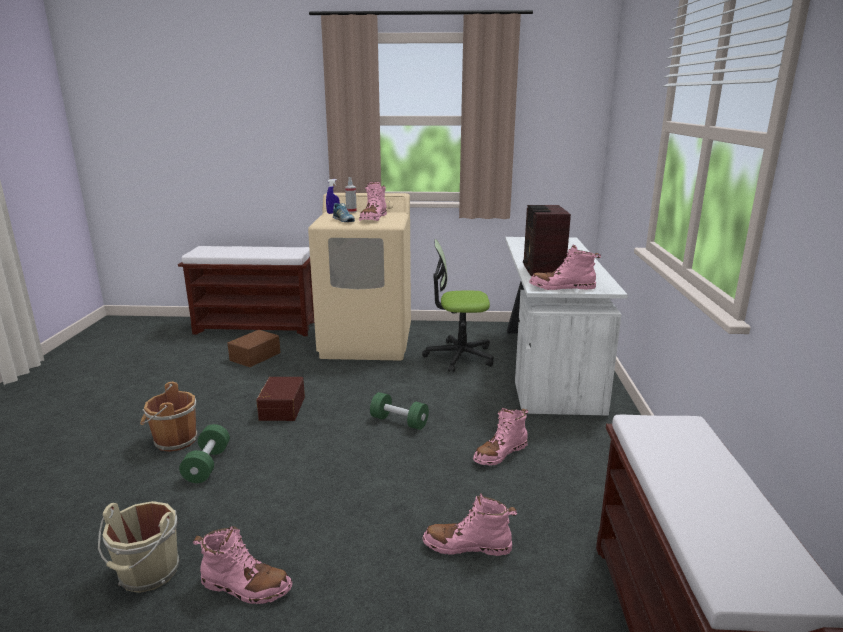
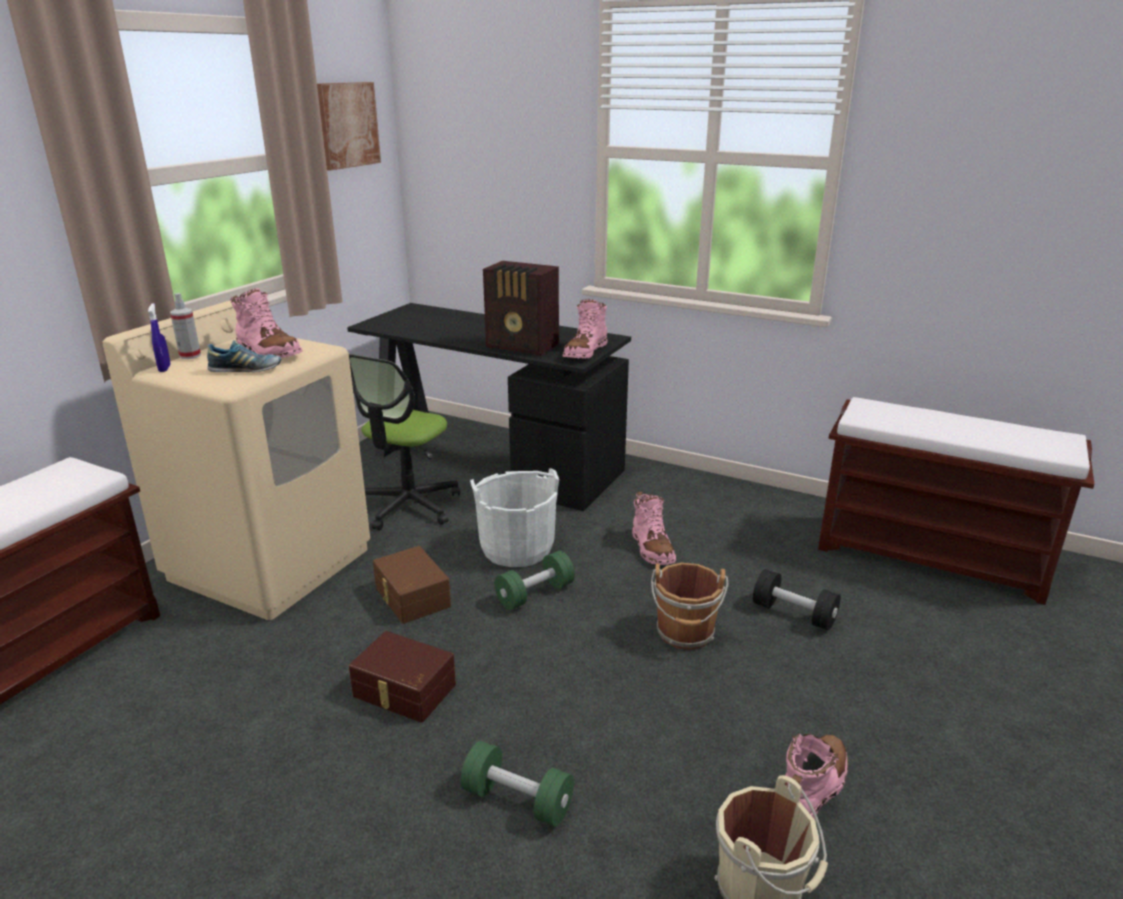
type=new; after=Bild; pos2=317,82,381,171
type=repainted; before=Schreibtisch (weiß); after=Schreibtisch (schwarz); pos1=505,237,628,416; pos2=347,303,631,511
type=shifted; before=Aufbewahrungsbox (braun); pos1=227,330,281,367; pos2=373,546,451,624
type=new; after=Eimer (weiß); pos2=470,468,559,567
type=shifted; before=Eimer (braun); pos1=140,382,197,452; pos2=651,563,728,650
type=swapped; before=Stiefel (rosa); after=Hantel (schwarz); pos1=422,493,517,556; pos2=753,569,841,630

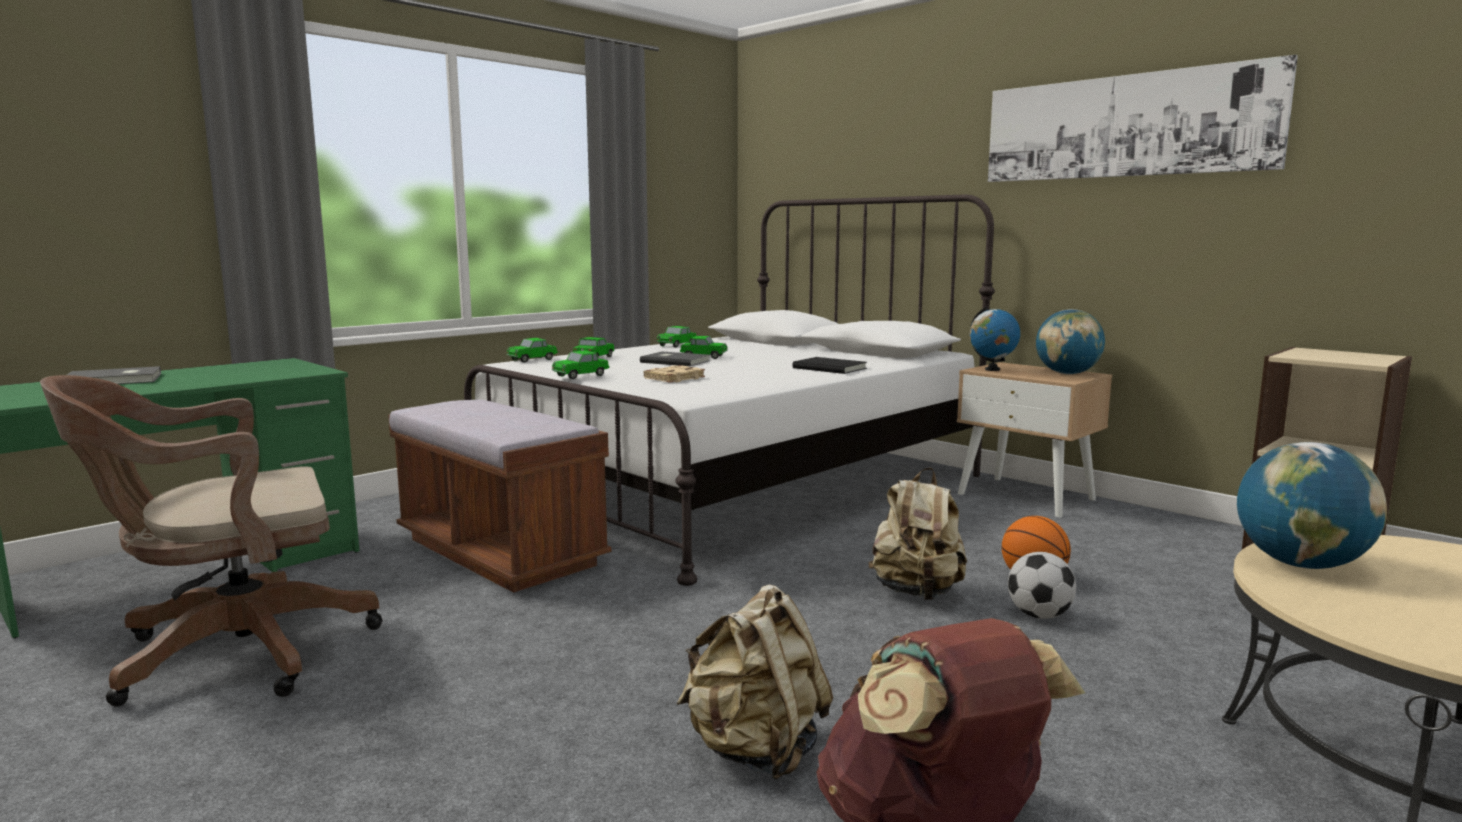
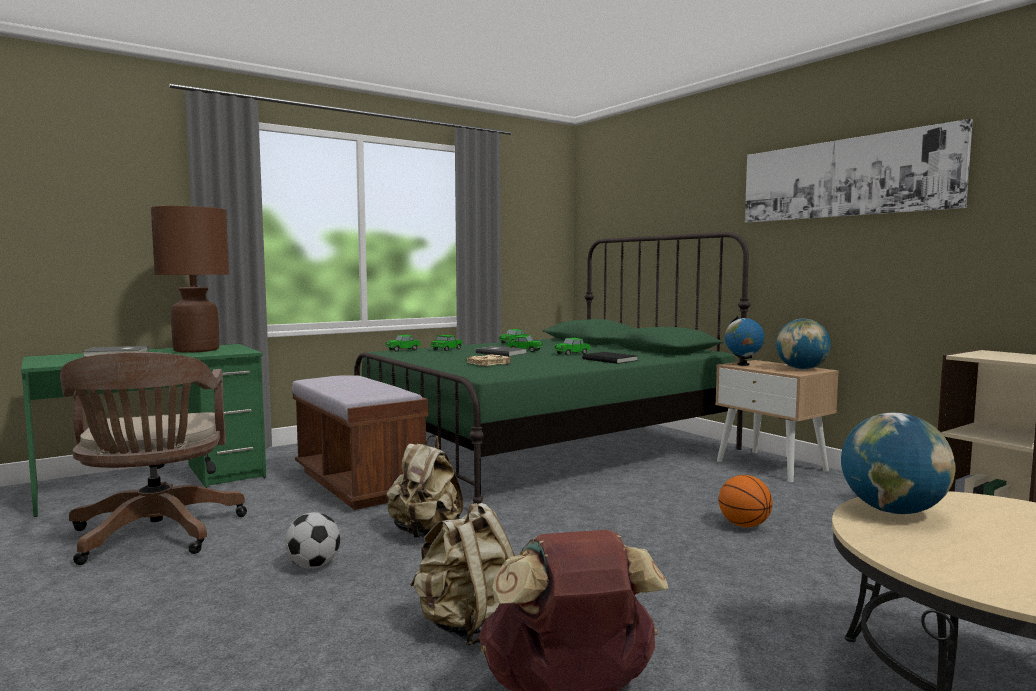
type=rotated; before=Bürostuhl (braun); pos1=40,375,382,706; pos2=60,352,247,565; turn=-90
type=new; after=Tischlampe (braun); pos2=151,206,229,353
type=shifted; before=Fußball; pos1=1008,552,1076,619; pos2=285,512,340,569
type=repainted; before=Bett (weiß); after=Bett (grün); pos1=464,194,995,586; pos2=355,232,750,504
type=shifted; before=Rucksack (beige); pos1=868,468,967,600; pos2=386,435,463,538
type=shifted; before=Spielzeugauto; pos1=552,351,609,379; pos2=554,338,591,355

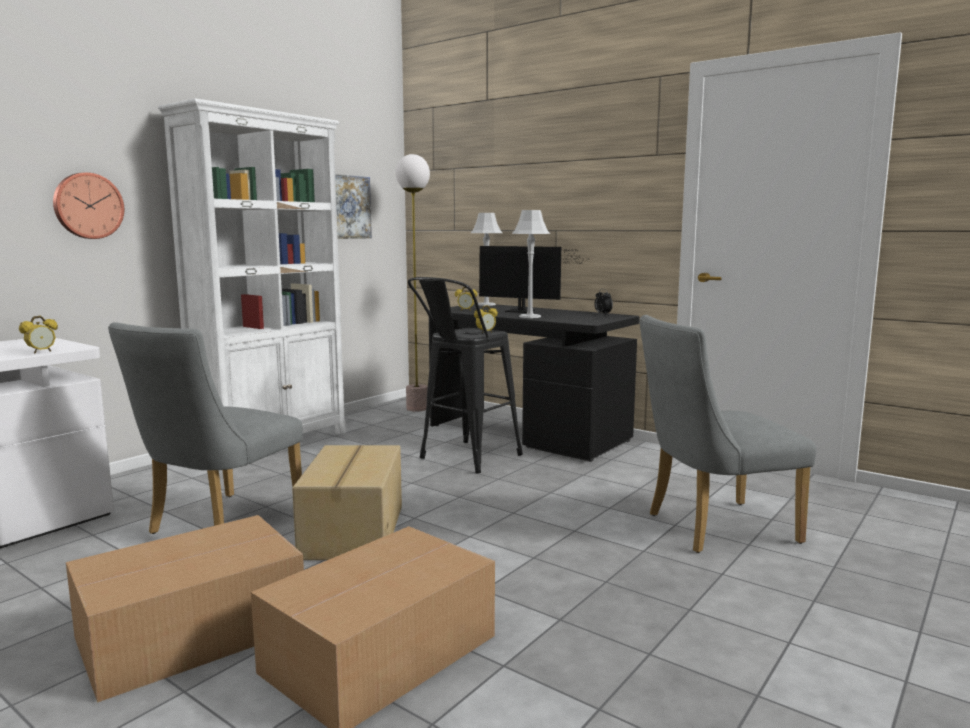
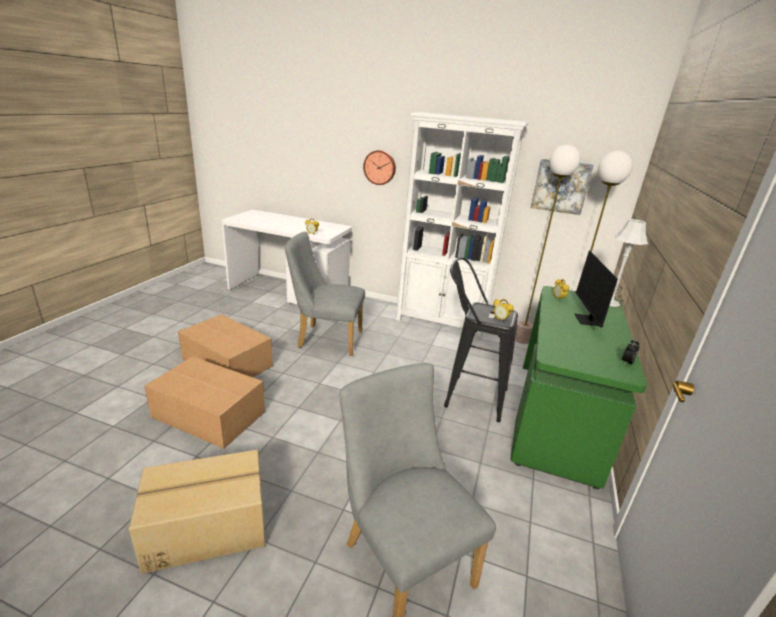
type=shifted; before=Karton; pos1=292,445,402,560; pos2=129,450,265,574
type=repainted; before=Schreibtisch (schwarz); after=Schreibtisch (grün); pos1=429,304,640,462; pos2=510,286,647,489
type=new; after=Stehlampe; pos2=515,145,580,344
type=gone; before=Tischlampe (grau); pos1=512,210,550,318

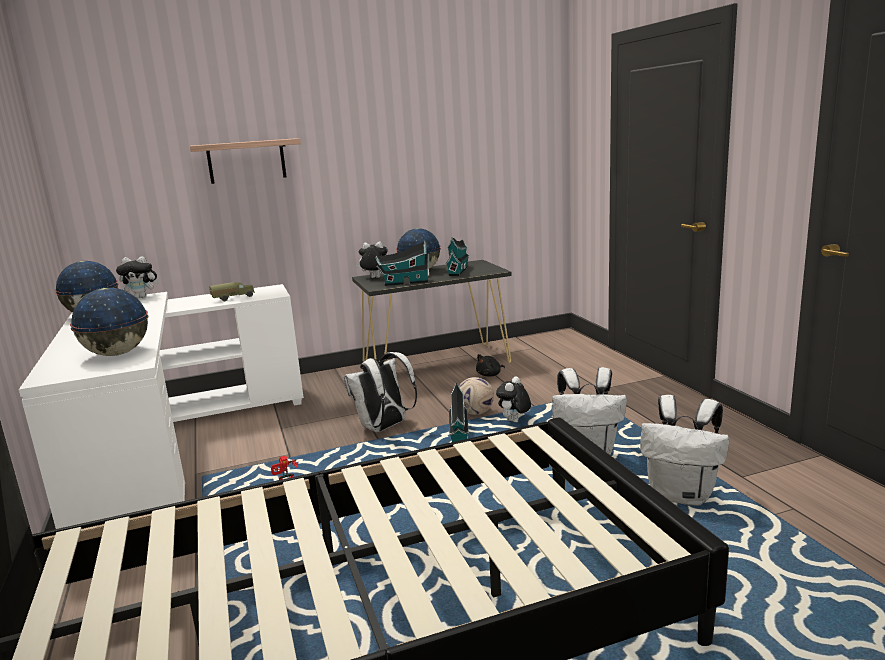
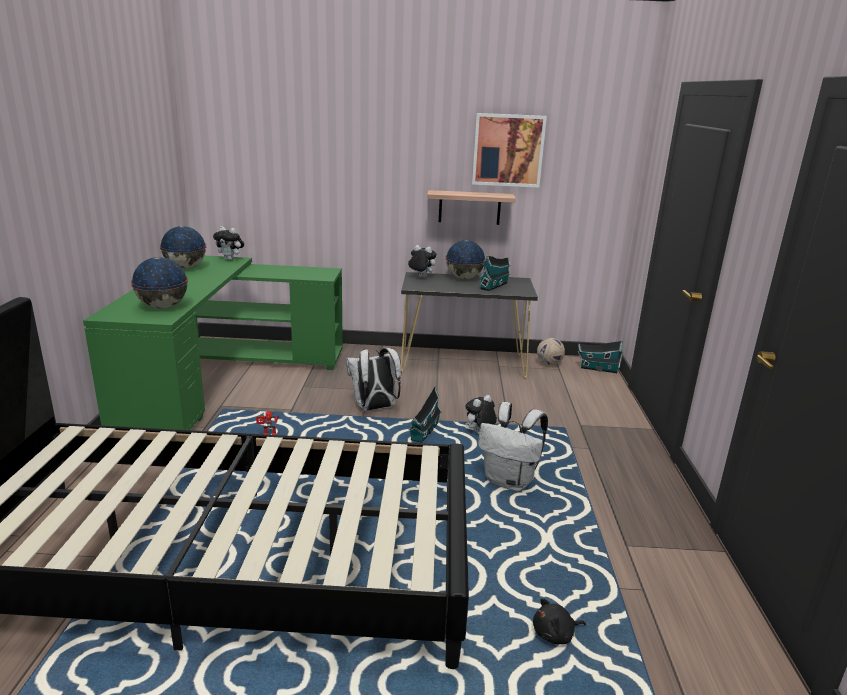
type=repainted; before=Schreibtisch (weiß); after=Schreibtisch (grün); pos1=19,284,304,529; pos2=83,256,343,430
type=shifted; before=Wandregal; pos1=190,138,301,184; pos2=427,190,516,225
type=new; after=Bild; pos2=472,113,547,188
type=shifted; before=Plüschtier (schwarz); pos1=476,354,505,377; pos2=533,598,586,644
type=shifted; before=Fußball; pos1=459,377,494,415; pos2=537,338,565,365
type=shifted; before=Spielzeughaus; pos1=375,241,429,286; pos2=578,341,624,373
type=gone; before=Spielzeuglaster; pos1=209,282,255,301
type=gone; before=Rucksack (weiß); pos1=640,395,729,506

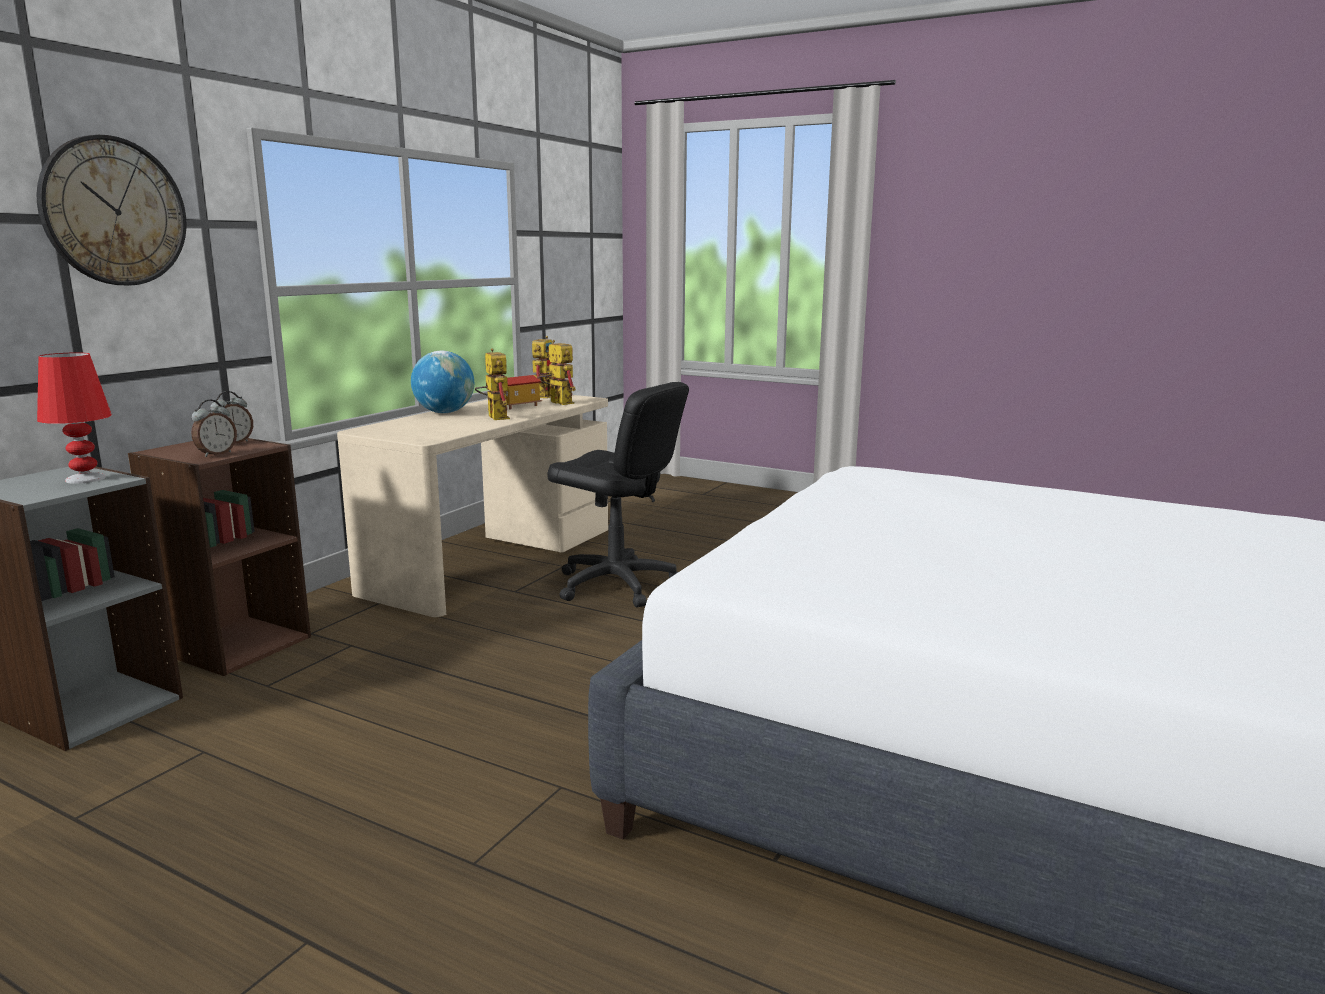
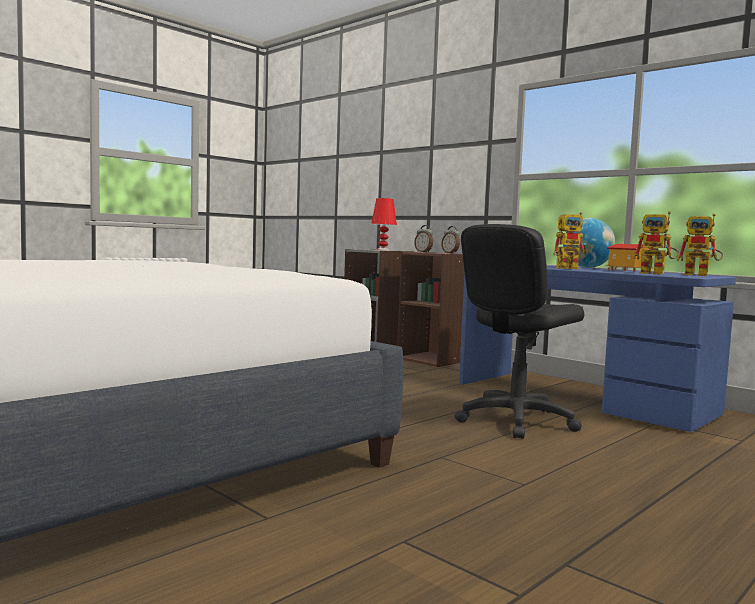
type=repainted; before=Schreibtisch (beige); after=Schreibtisch (blau); pos1=337,395,608,617; pos2=459,266,736,432
type=rotated; before=Spielzeugroboter; pos1=538,340,576,405; pos2=633,211,680,275; turn=60
type=gone; before=Wanduhr; pos1=36,135,186,286

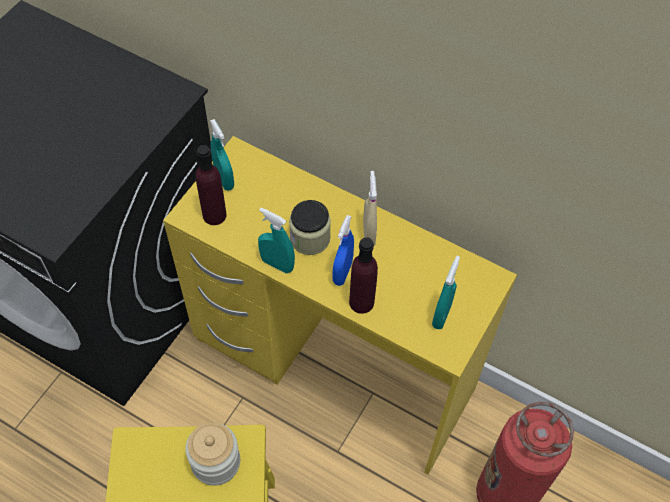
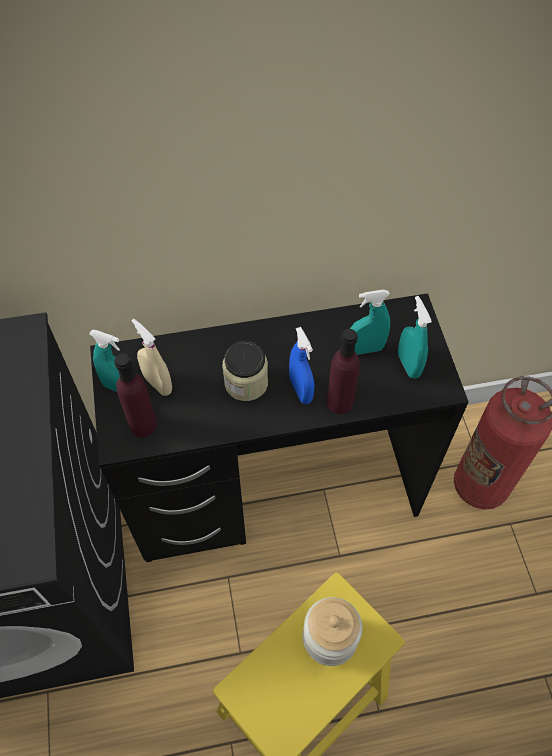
type=repainted; before=Schreibtisch (gelb); after=Schreibtisch (schwarz); pos1=163,136,517,475; pos2=90,293,468,562
type=shifted; before=Sprühflasche (beige); pos1=363,171,377,246; pos2=132,319,172,396
type=shifted; before=Sprühflasche (türkis); pos1=258,208,295,273; pos2=350,290,390,355

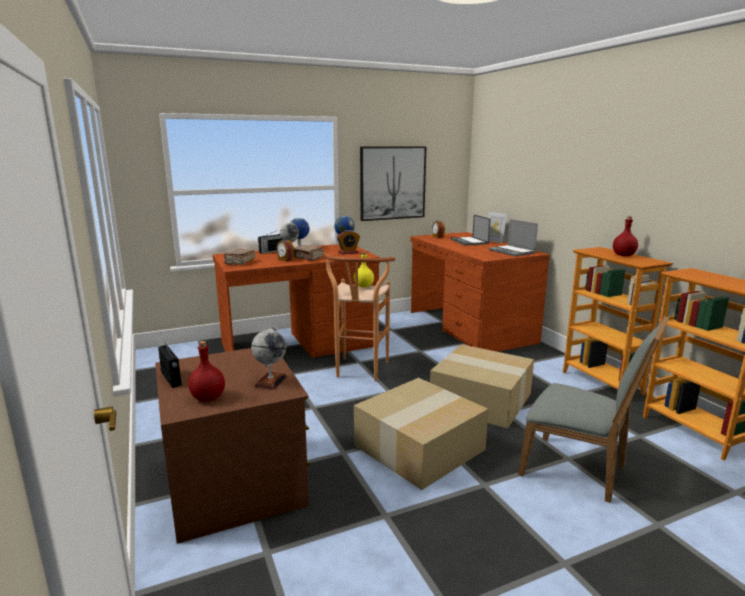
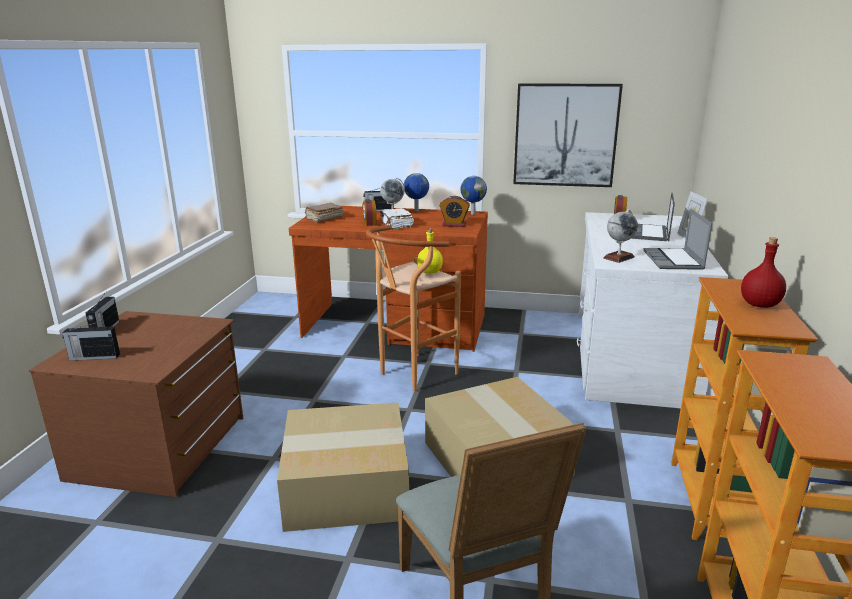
type=swapped; before=Flasche (rot); after=Radio; pos1=188,341,225,402; pos2=62,321,120,361
type=repainted; before=Buch (braun); after=Buch (weiß); pos1=294,245,324,261; pos2=380,208,414,229
type=repainted; before=Schreibtisch (braun); after=Schreibtisch (weiß); pos1=410,232,550,352; pos2=577,212,728,409
type=shifted; before=Globus; pos1=251,327,288,390; pos2=604,209,638,263

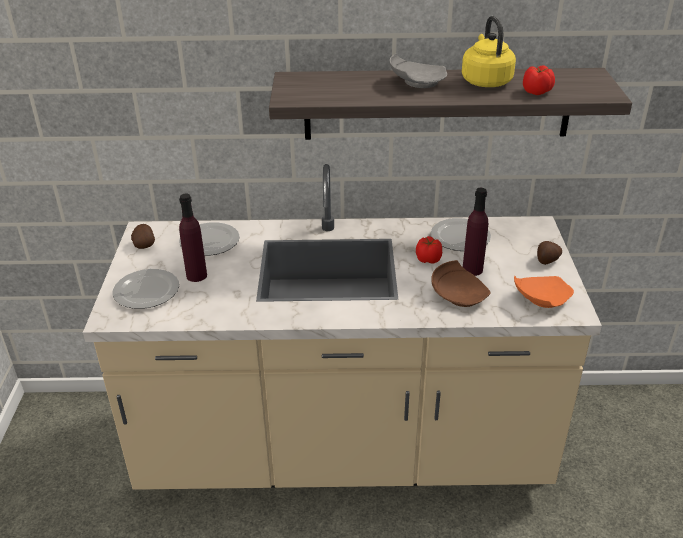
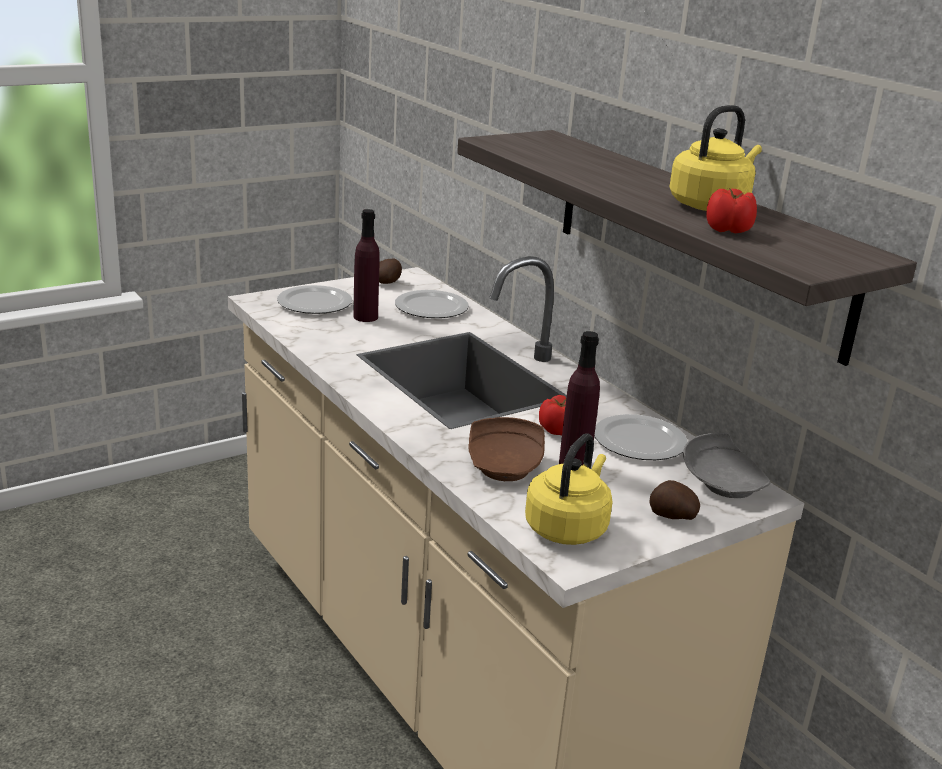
type=swapped; before=Teller (orange); after=Wasserkessel (gelb); pos1=514,276,574,308; pos2=525,433,613,545
type=shifted; before=Teller (grau); pos1=390,54,447,88; pos2=683,433,771,498

